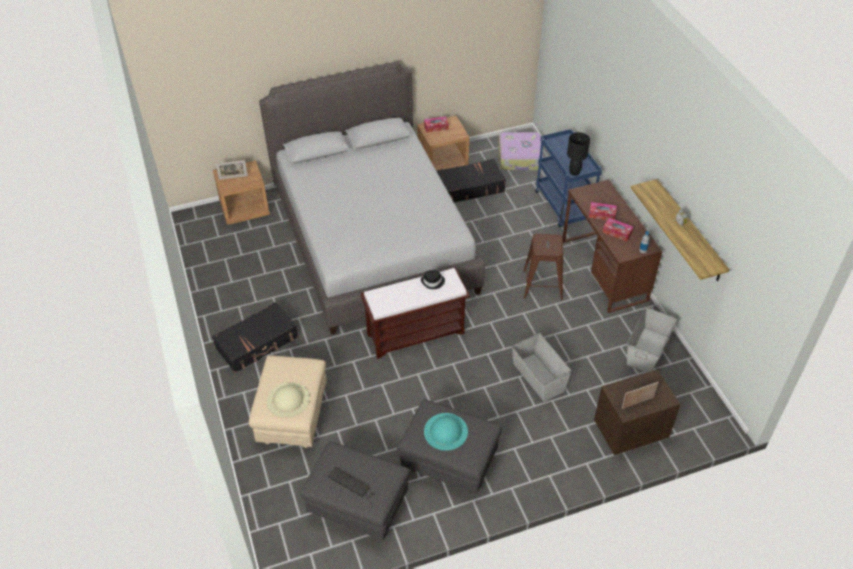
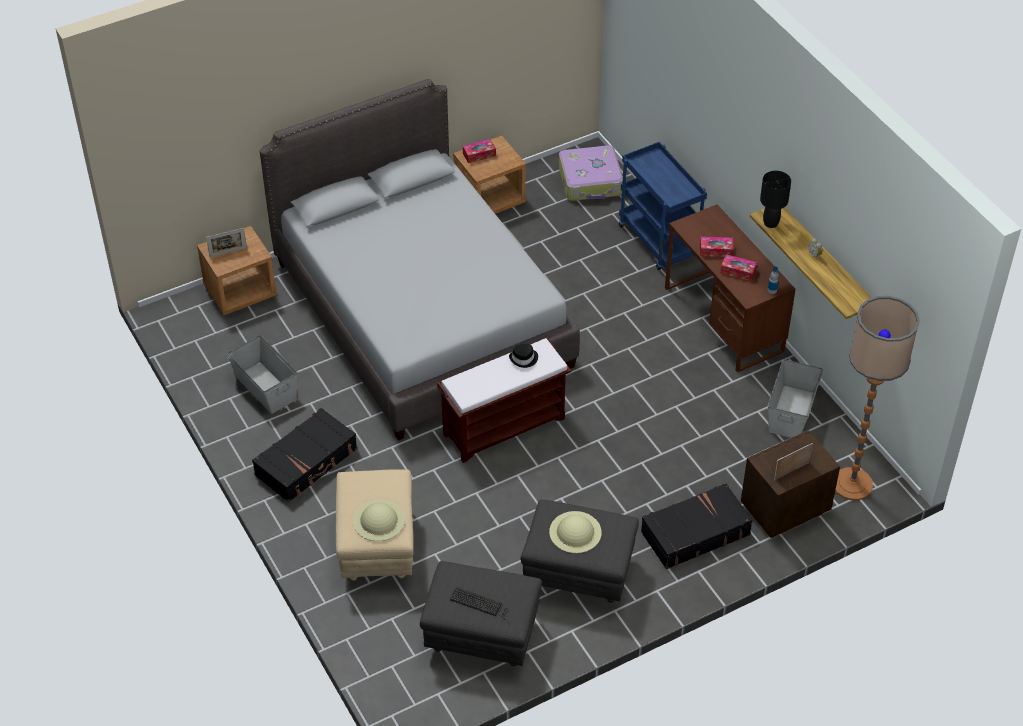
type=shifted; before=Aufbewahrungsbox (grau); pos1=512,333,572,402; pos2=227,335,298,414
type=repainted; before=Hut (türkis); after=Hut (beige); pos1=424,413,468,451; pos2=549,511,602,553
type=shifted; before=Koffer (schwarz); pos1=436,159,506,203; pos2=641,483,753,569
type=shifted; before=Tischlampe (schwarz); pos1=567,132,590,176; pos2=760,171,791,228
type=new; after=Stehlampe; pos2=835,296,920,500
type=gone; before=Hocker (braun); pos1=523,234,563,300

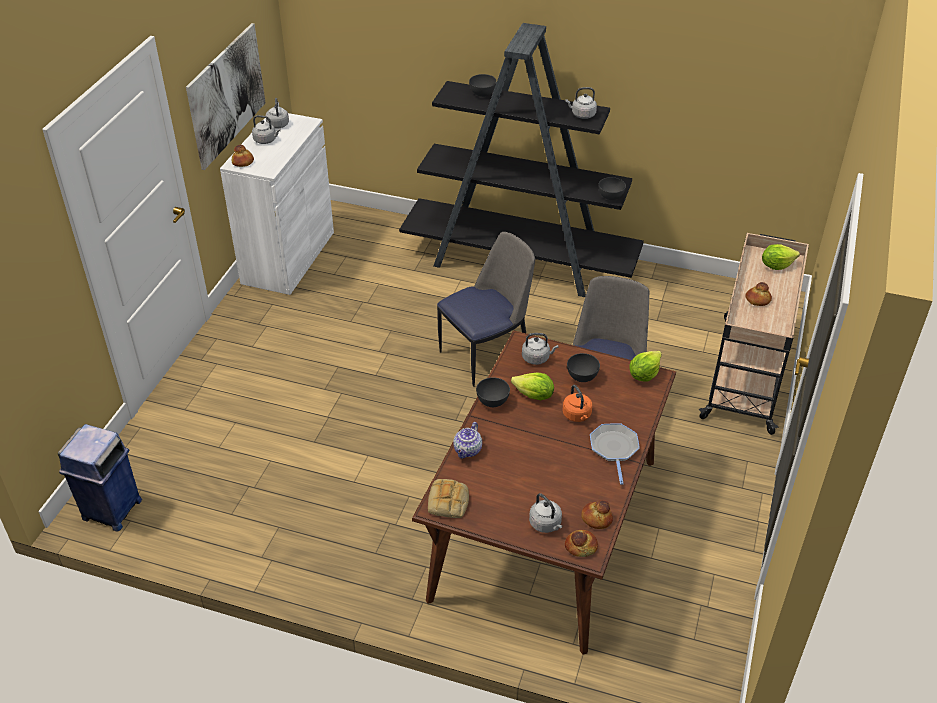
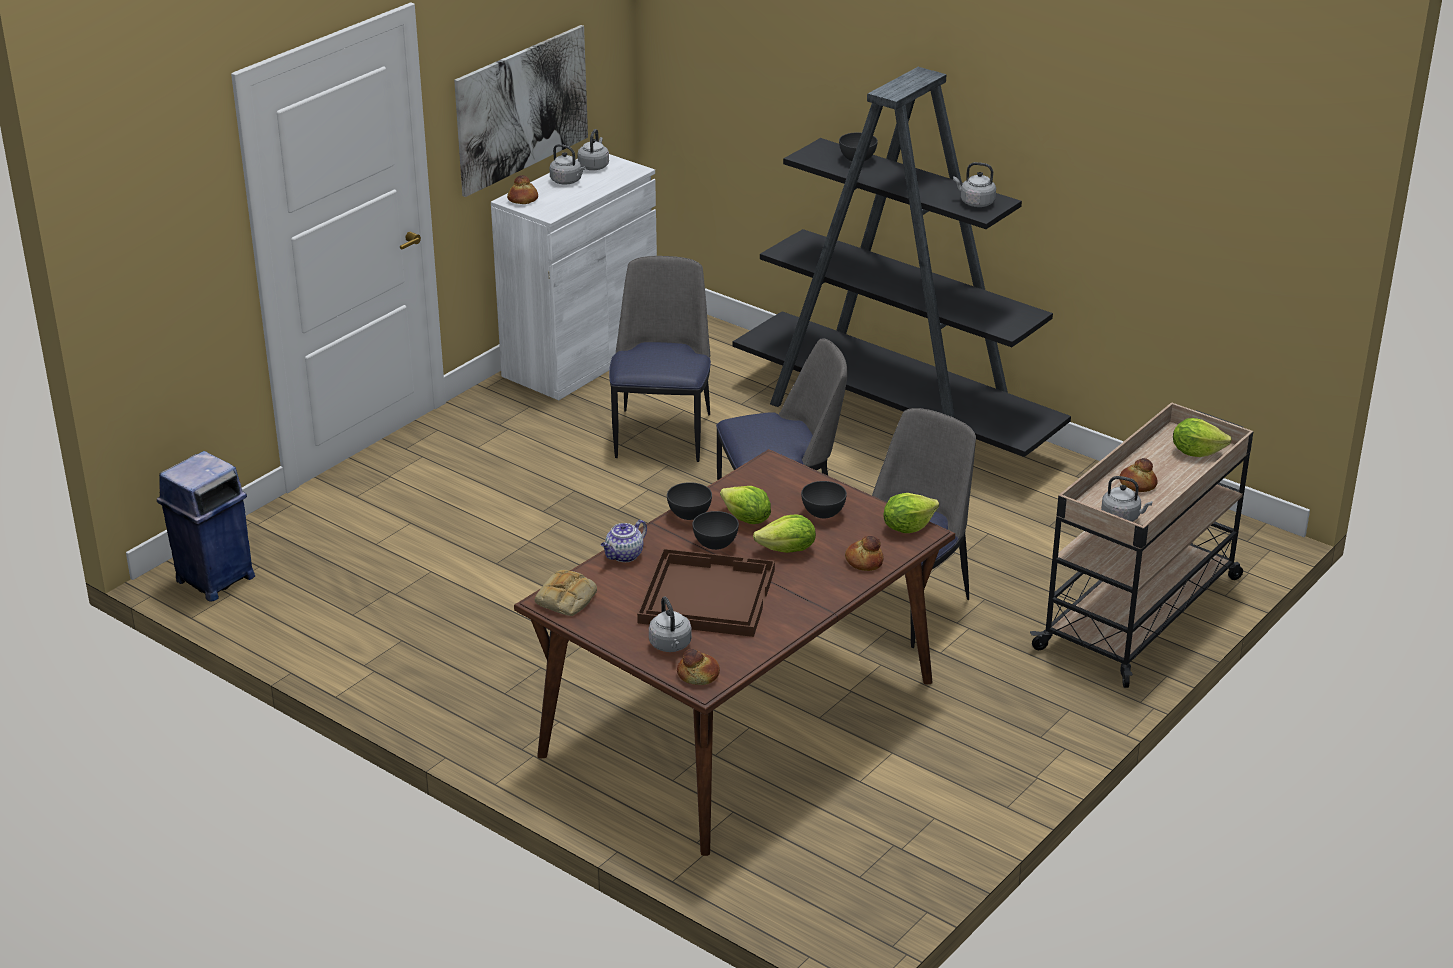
type=new; after=Stuhl; pos2=609,256,711,462
type=new; after=Tablett (braun); pos2=637,548,775,637
type=shifted; before=Schüssel (grau); pos1=599,177,626,200; pos2=692,511,739,550
type=swapped; before=Wasserkessel (orange); after=Salatkopf; pos1=563,385,592,422; pos2=753,514,816,553
type=shifted; before=Brot; pos1=581,500,613,529; pos2=845,536,884,571
type=shifted; before=Wasserkessel (grau); pos1=522,333,559,365; pos2=1101,476,1152,522
type=gone; before=Pfanne; pos1=590,424,640,485

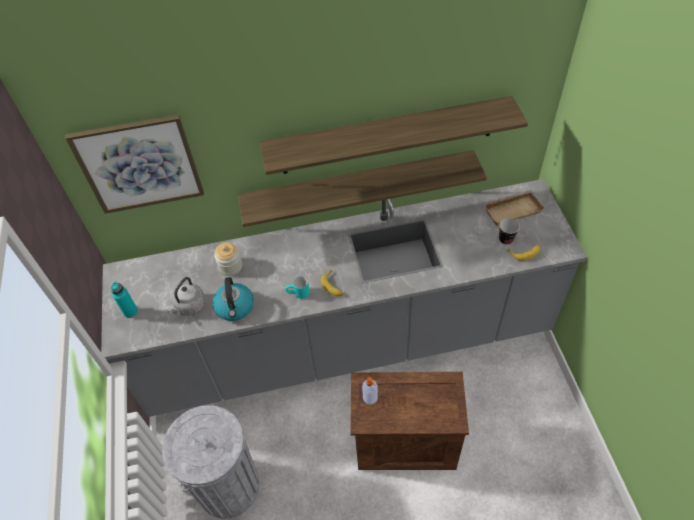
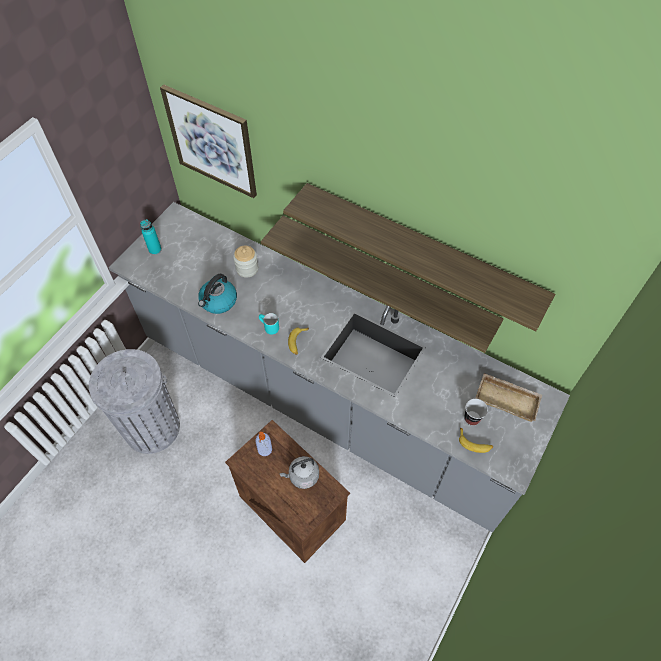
type=shifted; before=Wasserkessel (grau); pos1=168,277,206,316; pos2=279,456,319,489

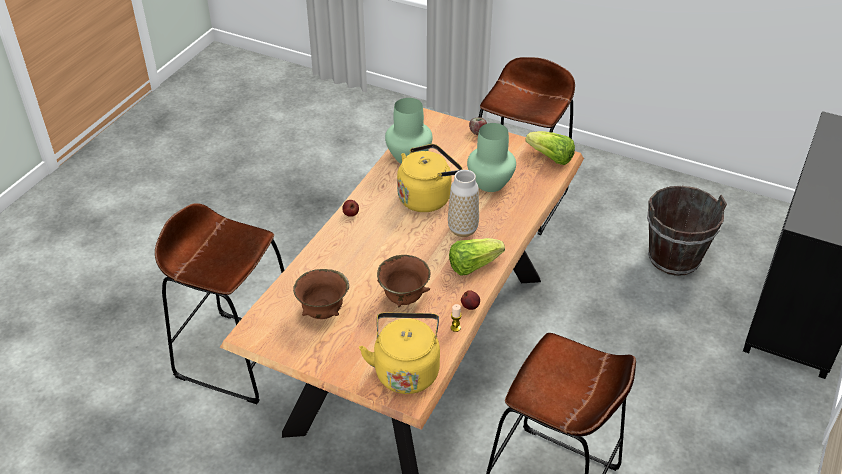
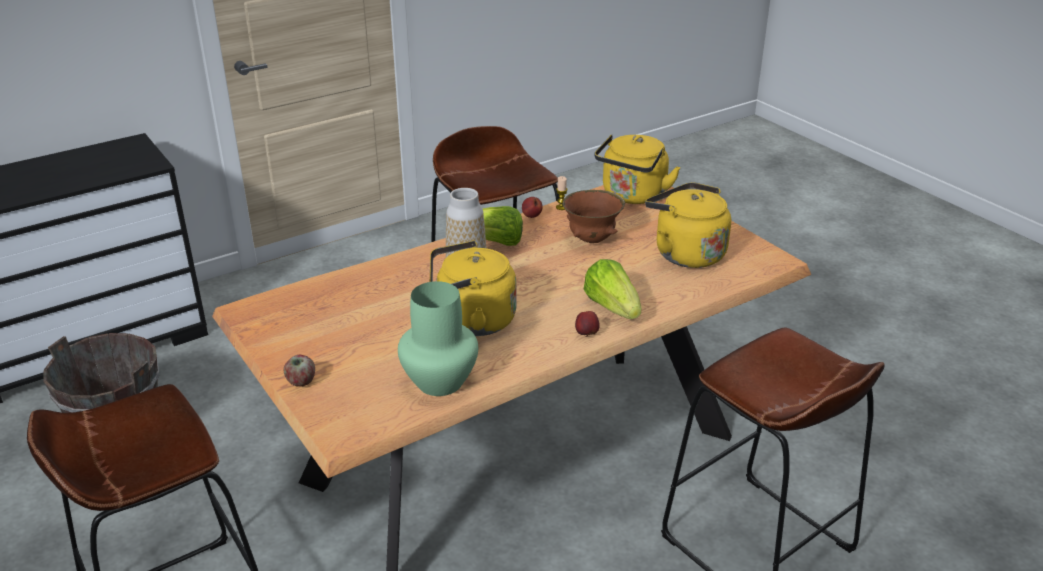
type=shifted; before=Salatkopf; pos1=525,131,575,165; pos2=584,259,641,319
type=swapped; before=Schüssel (braun); after=Wasserkessel (gelb); pos1=293,269,349,319; pos2=645,182,731,268
type=gone; before=Vase (grün); pos1=467,123,516,192

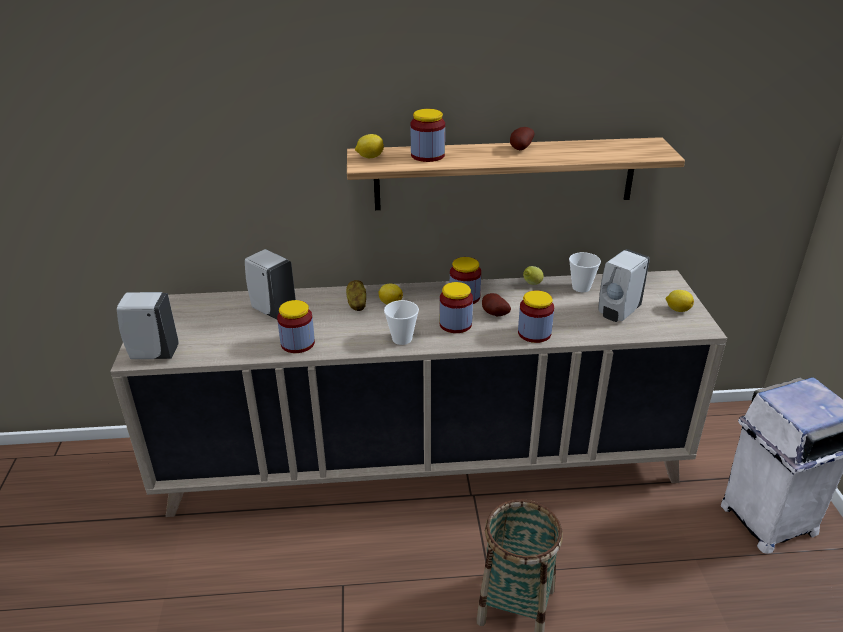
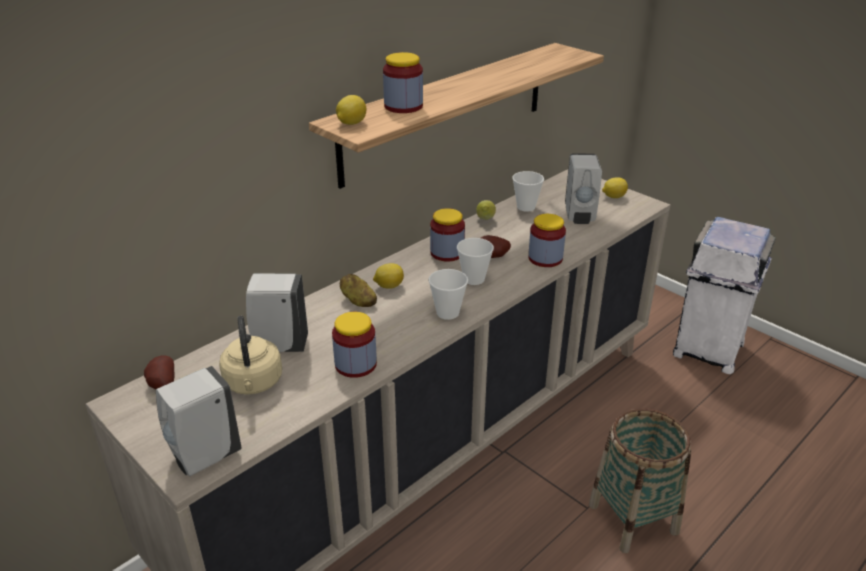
type=shifted; before=Kartoffel; pos1=510,127,534,150; pos2=144,355,175,389
type=new; after=Wasserkessel (beige); pos2=219,316,282,394
type=swapped; before=Vorratsglas; after=Tasse; pos1=439,282,473,333; pos2=457,238,494,285

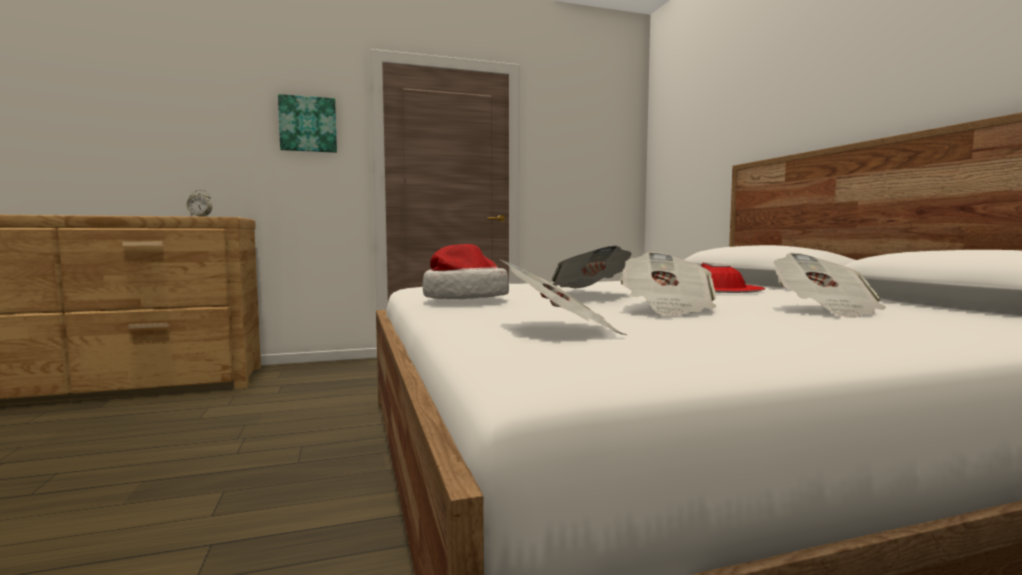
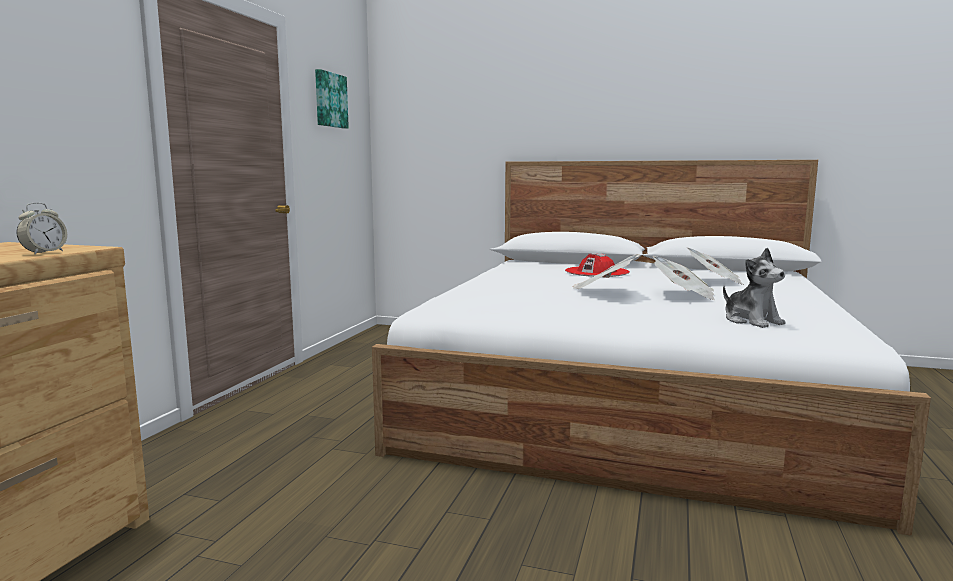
type=shifted; before=Bild; pos1=278,94,337,153; pos2=315,69,349,129
type=swapped; before=Zeitung; after=Plüschtier; pos1=498,259,627,335; pos2=723,248,785,328
type=gone; before=Hut; pos1=423,244,509,299

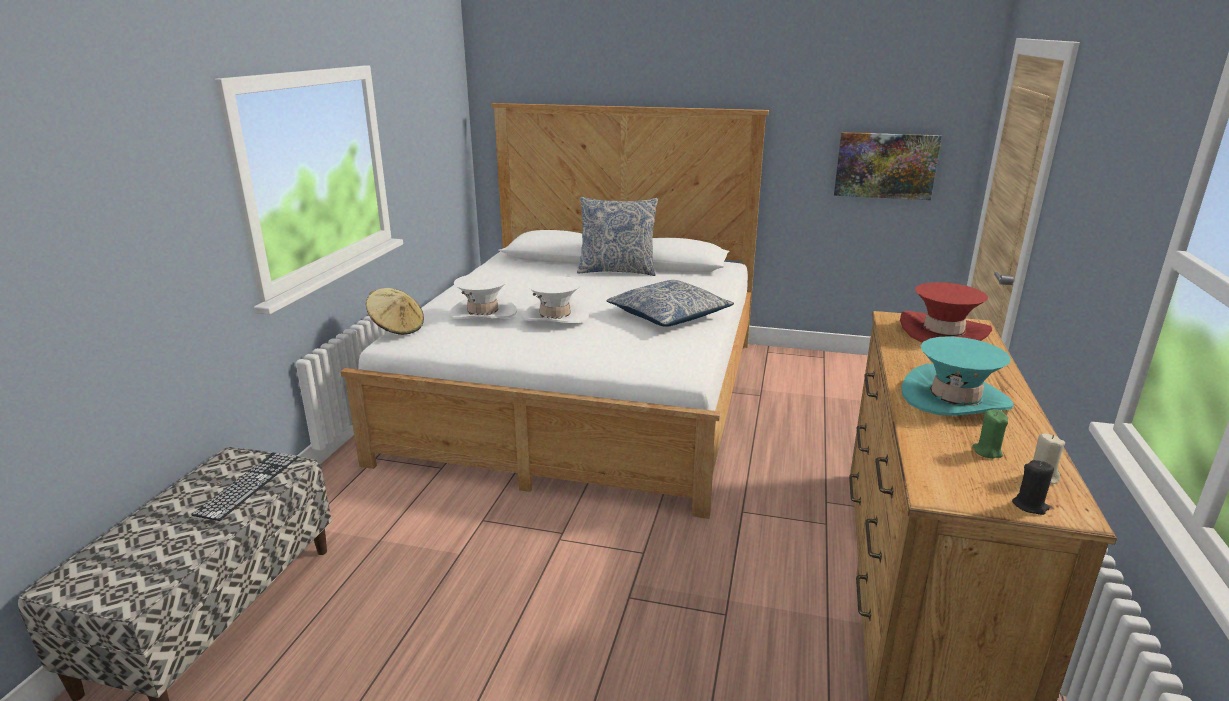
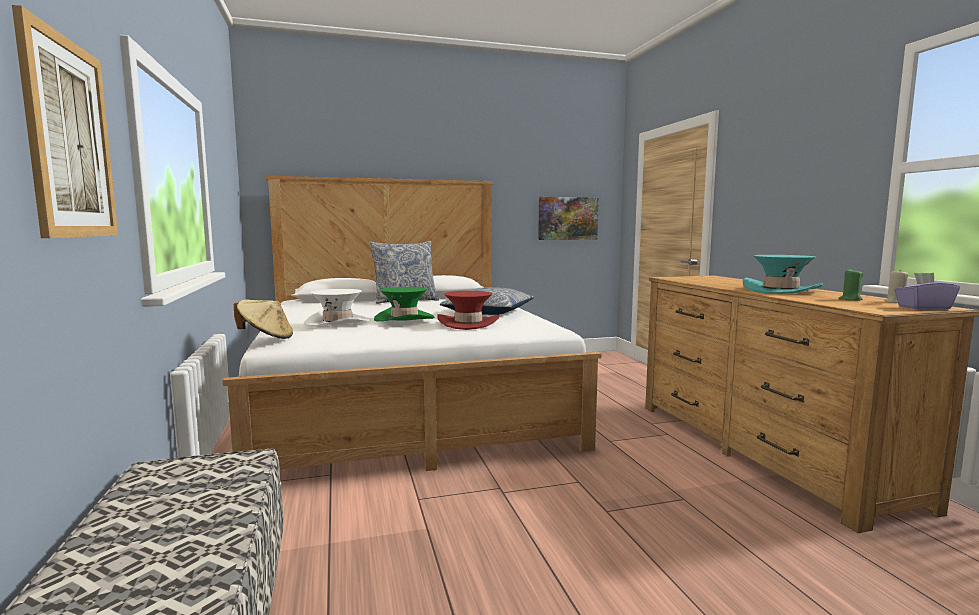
type=new; after=Bild; pos2=12,5,118,238
type=repainted; before=Hut (weiß); after=Hut (grün); pos1=521,276,589,323; pos2=374,287,435,322
type=shifted; before=Hut (rot); pos1=900,282,992,343; pos2=437,291,499,330
type=swapped; before=Kerze (schwarz); after=Taschentuchbox (lila); pos1=1012,460,1054,515; pos2=894,273,960,310
type=gone; before=Tastatur; pos1=191,452,299,521

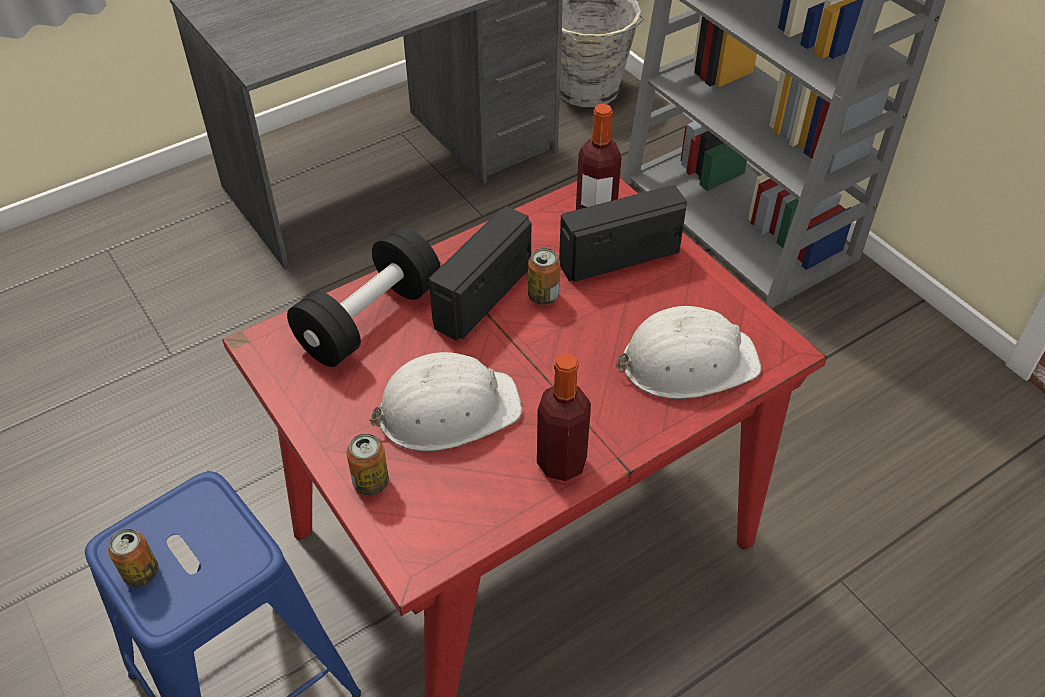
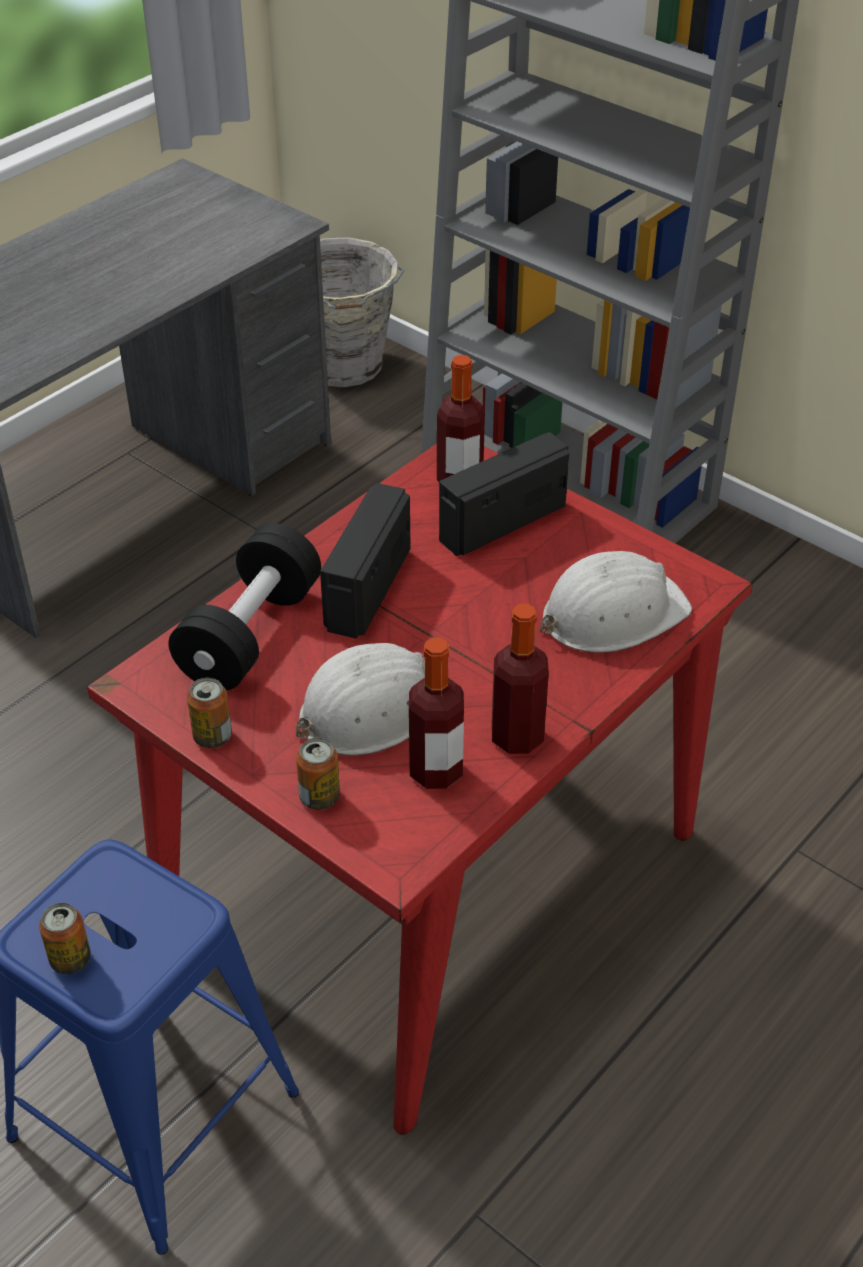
type=shifted; before=Dose; pos1=528,248,560,305; pos2=187,678,232,748
type=new; after=Flasche; pos2=409,638,464,789

